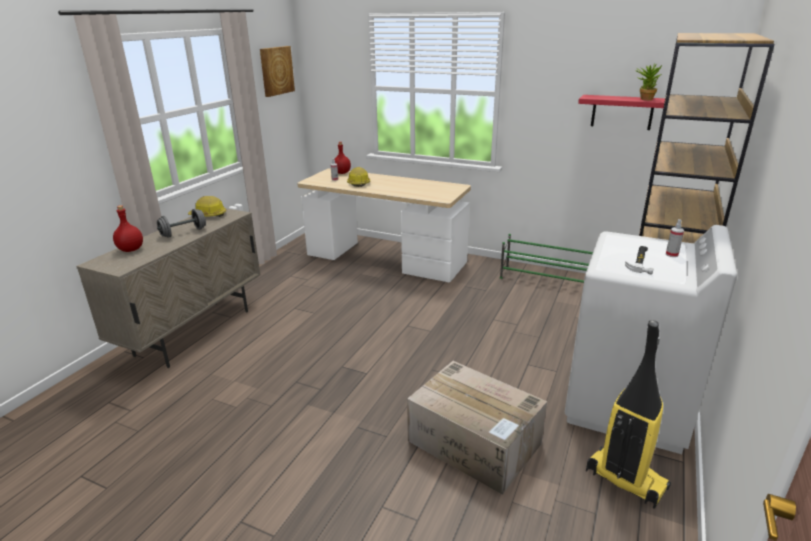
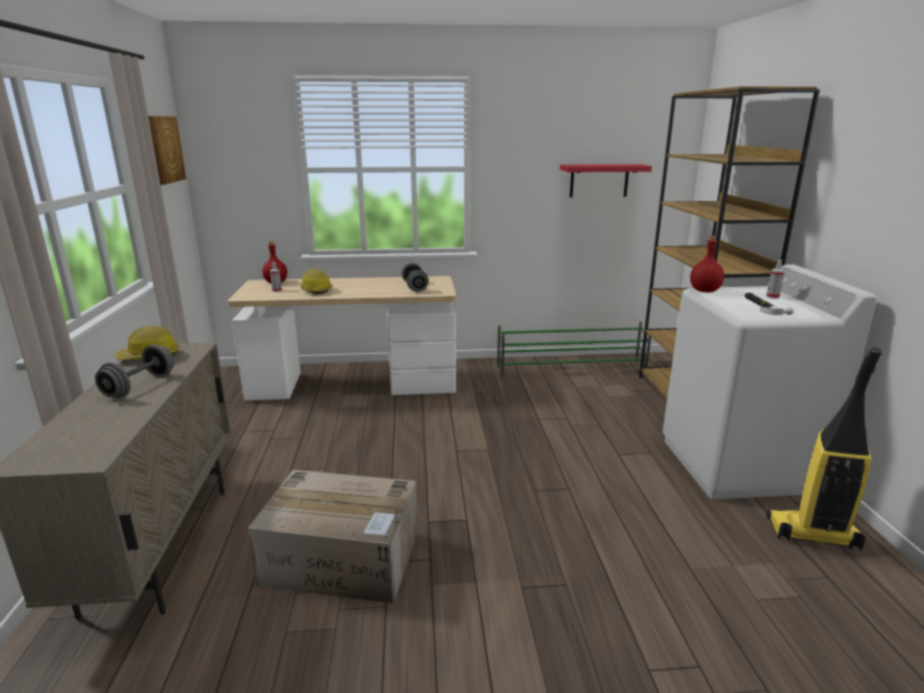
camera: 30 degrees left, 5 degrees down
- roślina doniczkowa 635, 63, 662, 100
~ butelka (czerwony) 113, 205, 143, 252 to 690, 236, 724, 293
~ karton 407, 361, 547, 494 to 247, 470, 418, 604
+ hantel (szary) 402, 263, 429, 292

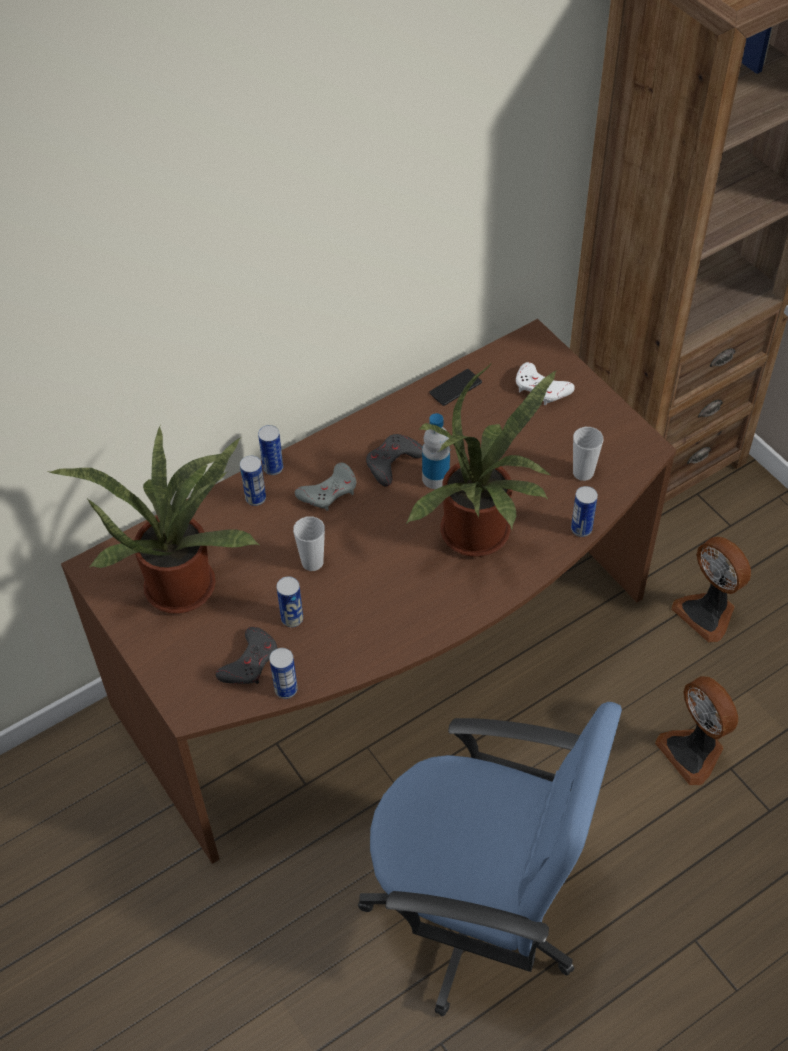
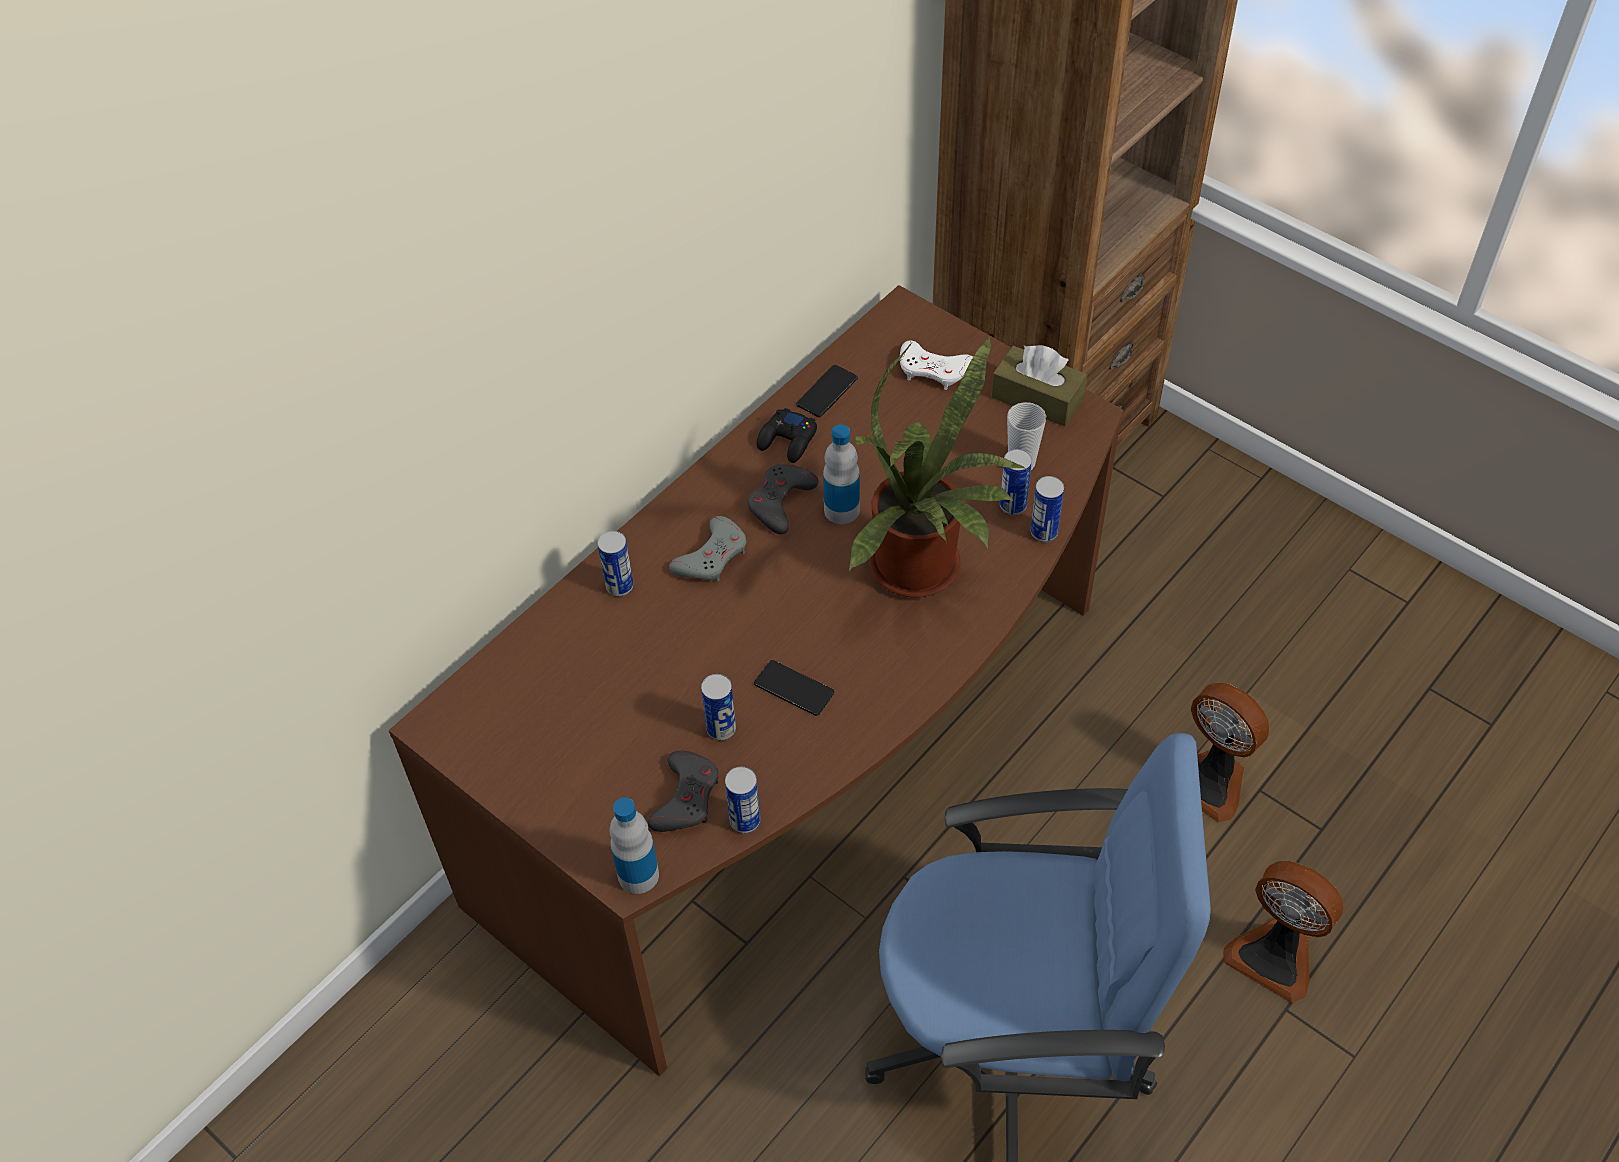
camera: 15 degrees left, 0 degrees up
~ puszka 258, 425, 283, 475 to 1000, 449, 1032, 515
- roślina doniczkowa 48, 426, 259, 614
- filiżanka 293, 516, 325, 571
~ wentylator 671, 536, 751, 642 to 1223, 861, 1343, 1003
+ pudełko chusteczek (brązowy) 991, 345, 1087, 426
+ pad do gier (czarny) 757, 408, 817, 463
+ telefon 754, 660, 834, 716
+ butelka 610, 797, 659, 894

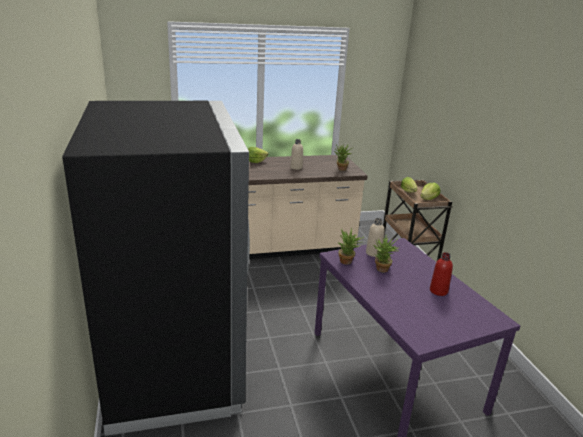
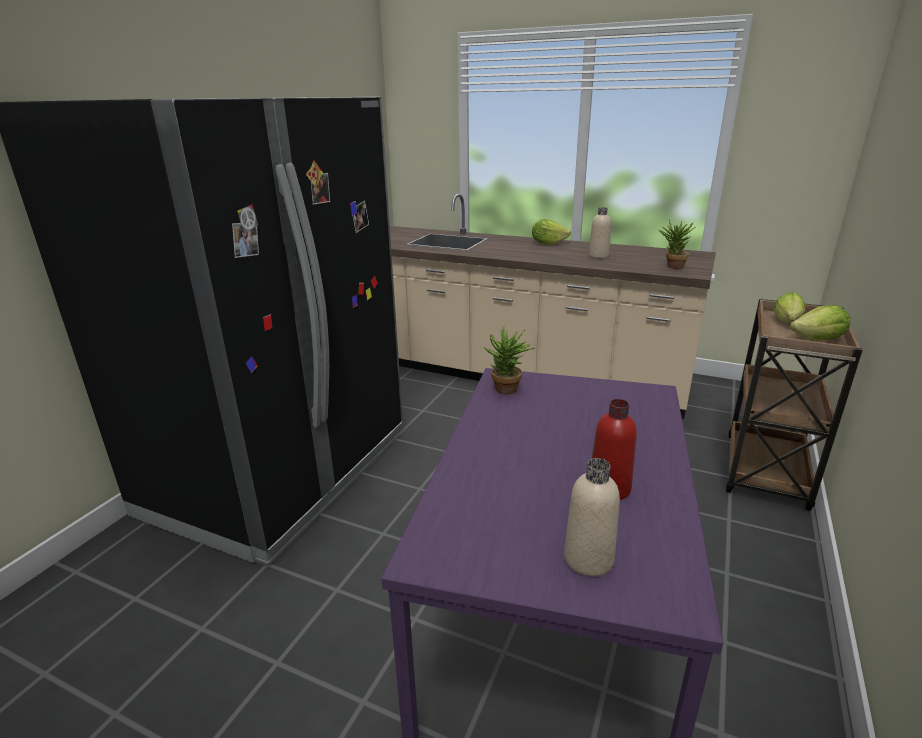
camera: 40 degrees right, 0 degrees up
~ butelka (beżowy) 366, 218, 385, 257 to 564, 458, 620, 577
- roślina doniczkowa 374, 235, 400, 272

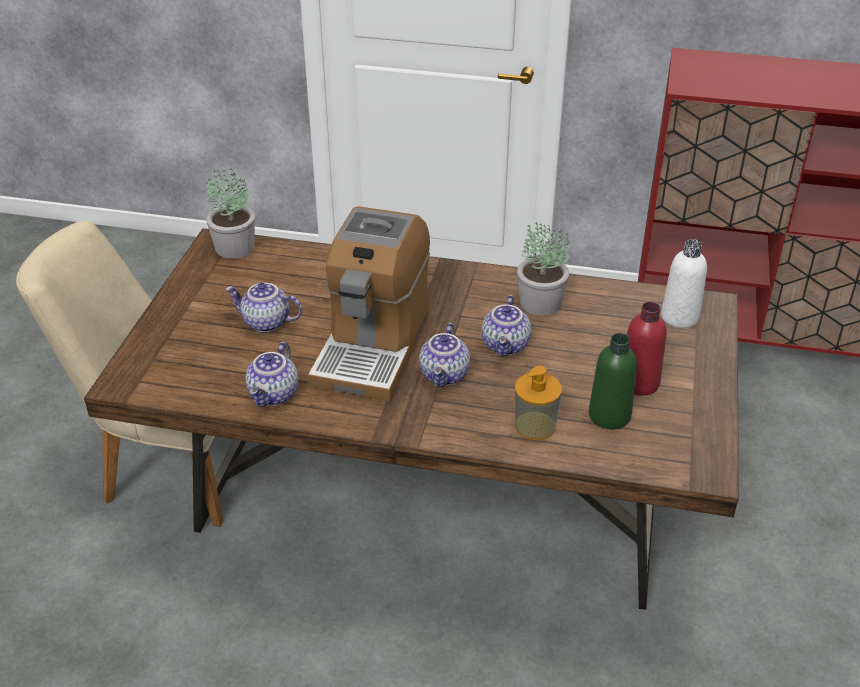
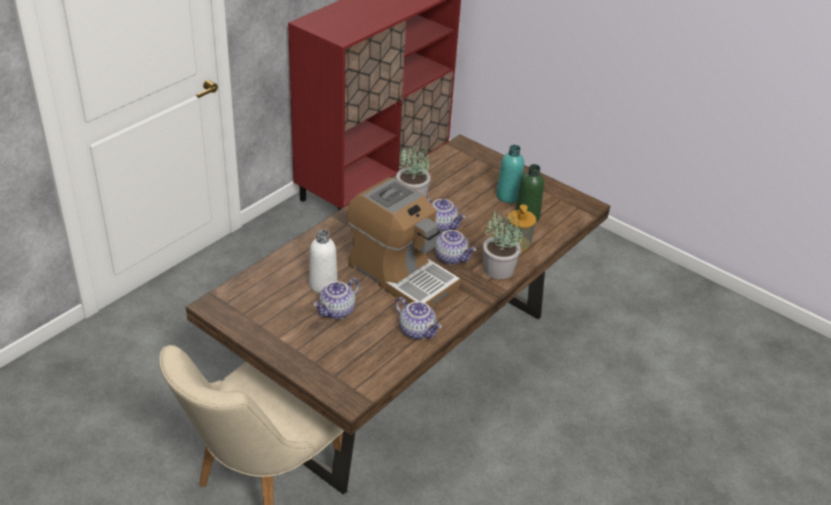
camera: 65 degrees left, 0 degrees up
~ roślina doniczkowa 205, 164, 255, 259 to 483, 210, 523, 279
~ butelka (biały) 661, 239, 707, 328 to 309, 230, 338, 293
~ butelka (czerwony) 627, 302, 667, 396 to butelka (turkusowy) 496, 145, 524, 203

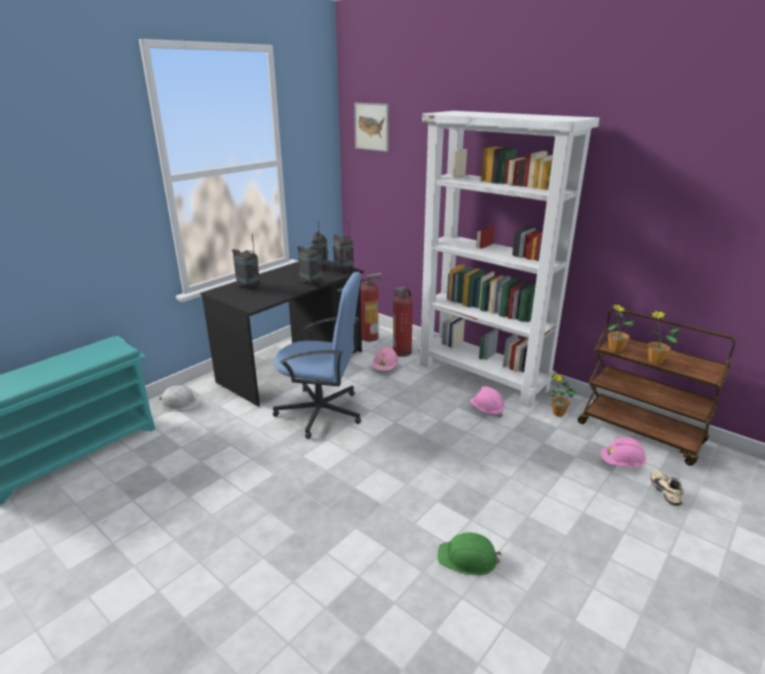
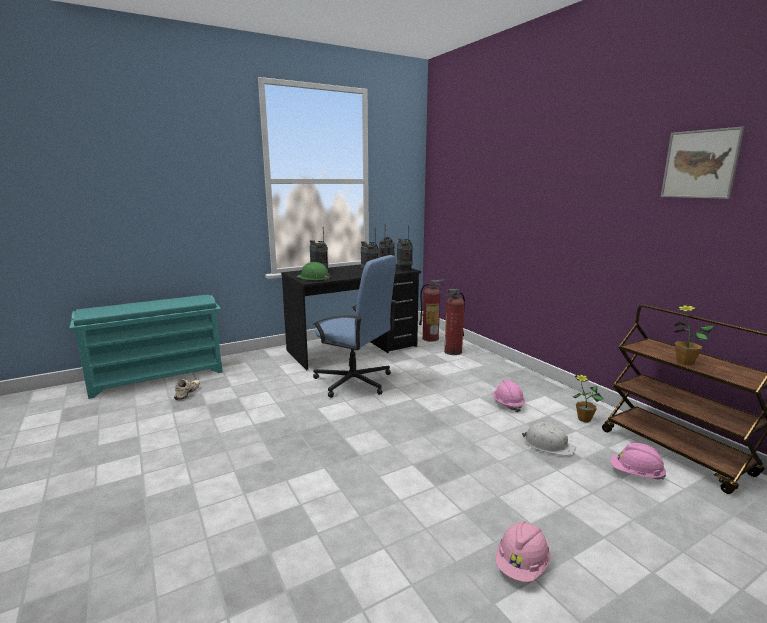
camera: 20 degrees right, 10 degrees down
~ obraz 354, 103, 389, 152 to 661, 127, 745, 199
- regał (biały) 418, 111, 600, 408
- roślina doniczkowa 607, 304, 635, 353
~ kask (różowy) 373, 347, 399, 371 to 495, 521, 550, 582
~ kask (biały) 159, 386, 202, 410 to 522, 422, 576, 456
~ but (beżowy) 650, 470, 684, 506 to 174, 379, 200, 400
~ kask (zielony) 438, 532, 502, 575 to 296, 262, 331, 280

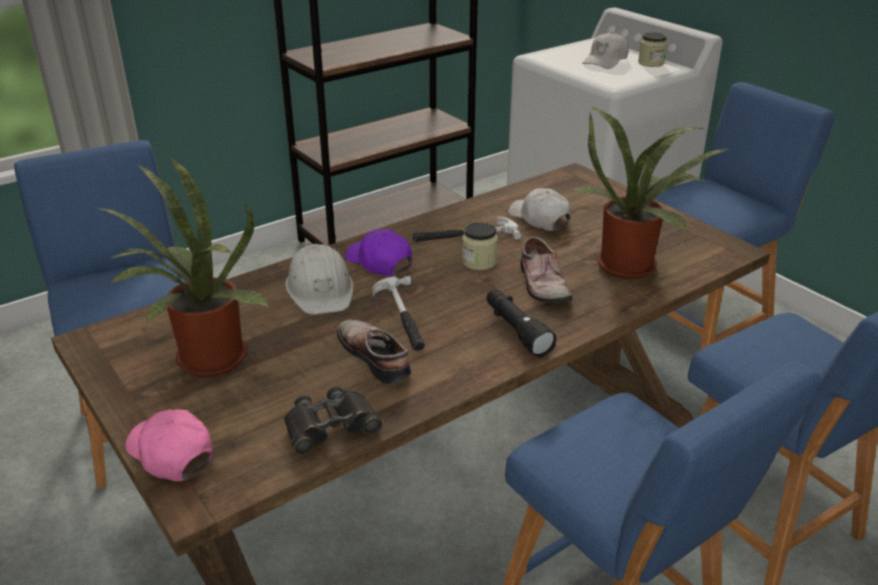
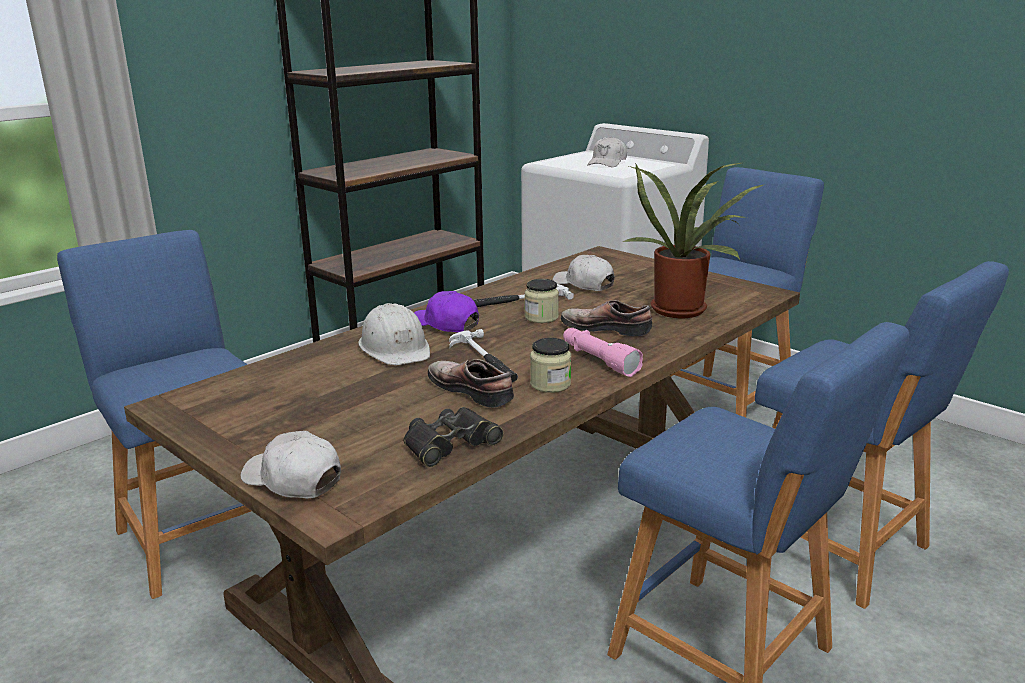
camera: 10 degrees left, 10 degrees down
~ słoik 638, 33, 667, 67 to 530, 338, 571, 393
- roślina doniczkowa 95, 158, 270, 377
~ but 520, 237, 572, 303 = 561, 300, 652, 336 135 degrees clockwise
~ latarka (czarny) 487, 289, 556, 357 to latarka (różowy) 563, 328, 643, 377
~ czapka z daszkiem (różowy) 125, 409, 213, 481 to czapka z daszkiem (biały) 241, 431, 341, 499

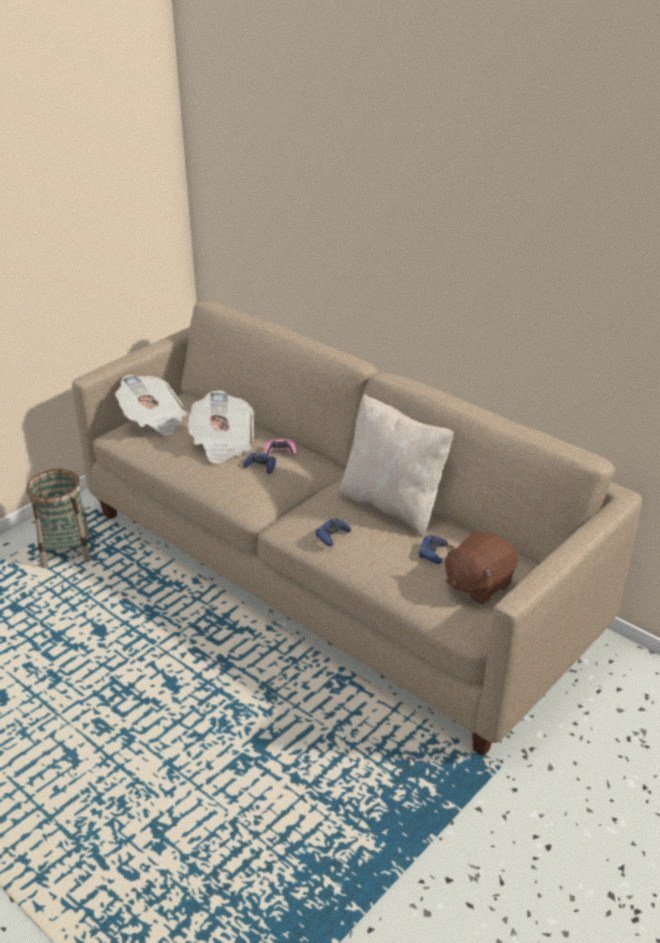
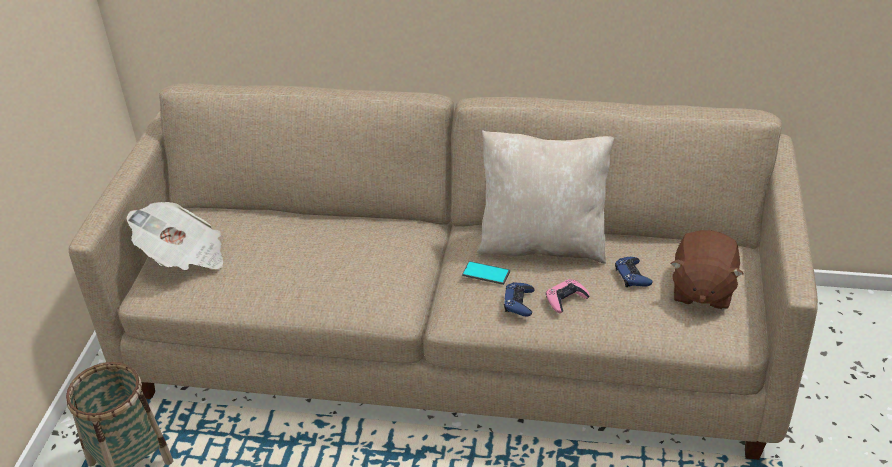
camera: 30 degrees left, 5 degrees up
- gazeta 187, 391, 254, 464
~ pad do gier (różowy) 264, 439, 296, 456 to 546, 279, 590, 313
- pad do gier (niebieski) 243, 453, 276, 474
+ telefon 462, 261, 510, 285

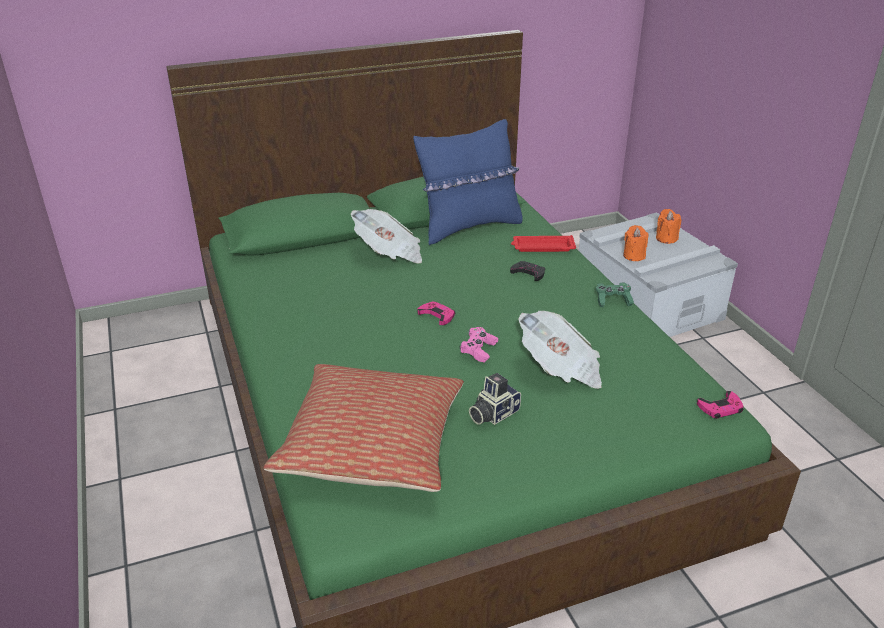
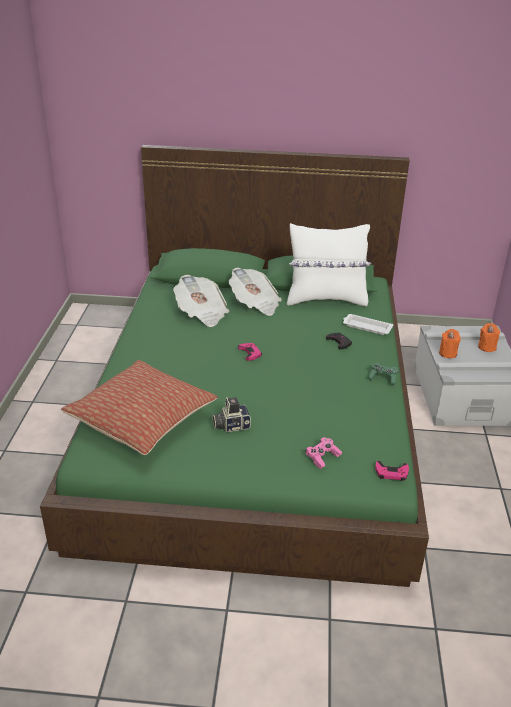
camera: 25 degrees right, 0 degrees up
~ poduszka (niebieski) 413, 119, 523, 245 to poduszka (biały) 287, 223, 372, 306
~ taca (czerwony) 511, 235, 576, 252 to taca (biały) 343, 314, 393, 335
~ gazeta 518, 311, 602, 389 to 173, 275, 229, 327
~ pad do gier (różowy) 460, 327, 498, 363 to 305, 437, 342, 469

